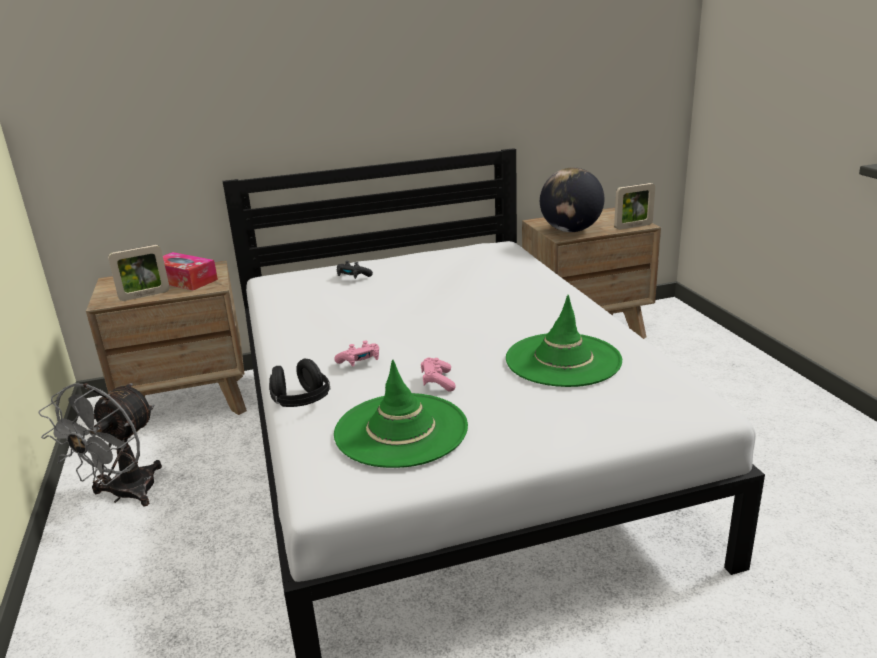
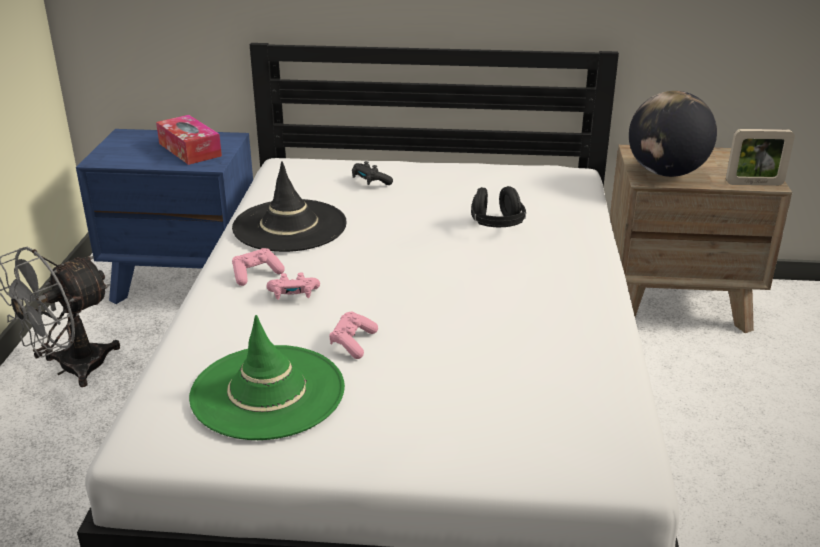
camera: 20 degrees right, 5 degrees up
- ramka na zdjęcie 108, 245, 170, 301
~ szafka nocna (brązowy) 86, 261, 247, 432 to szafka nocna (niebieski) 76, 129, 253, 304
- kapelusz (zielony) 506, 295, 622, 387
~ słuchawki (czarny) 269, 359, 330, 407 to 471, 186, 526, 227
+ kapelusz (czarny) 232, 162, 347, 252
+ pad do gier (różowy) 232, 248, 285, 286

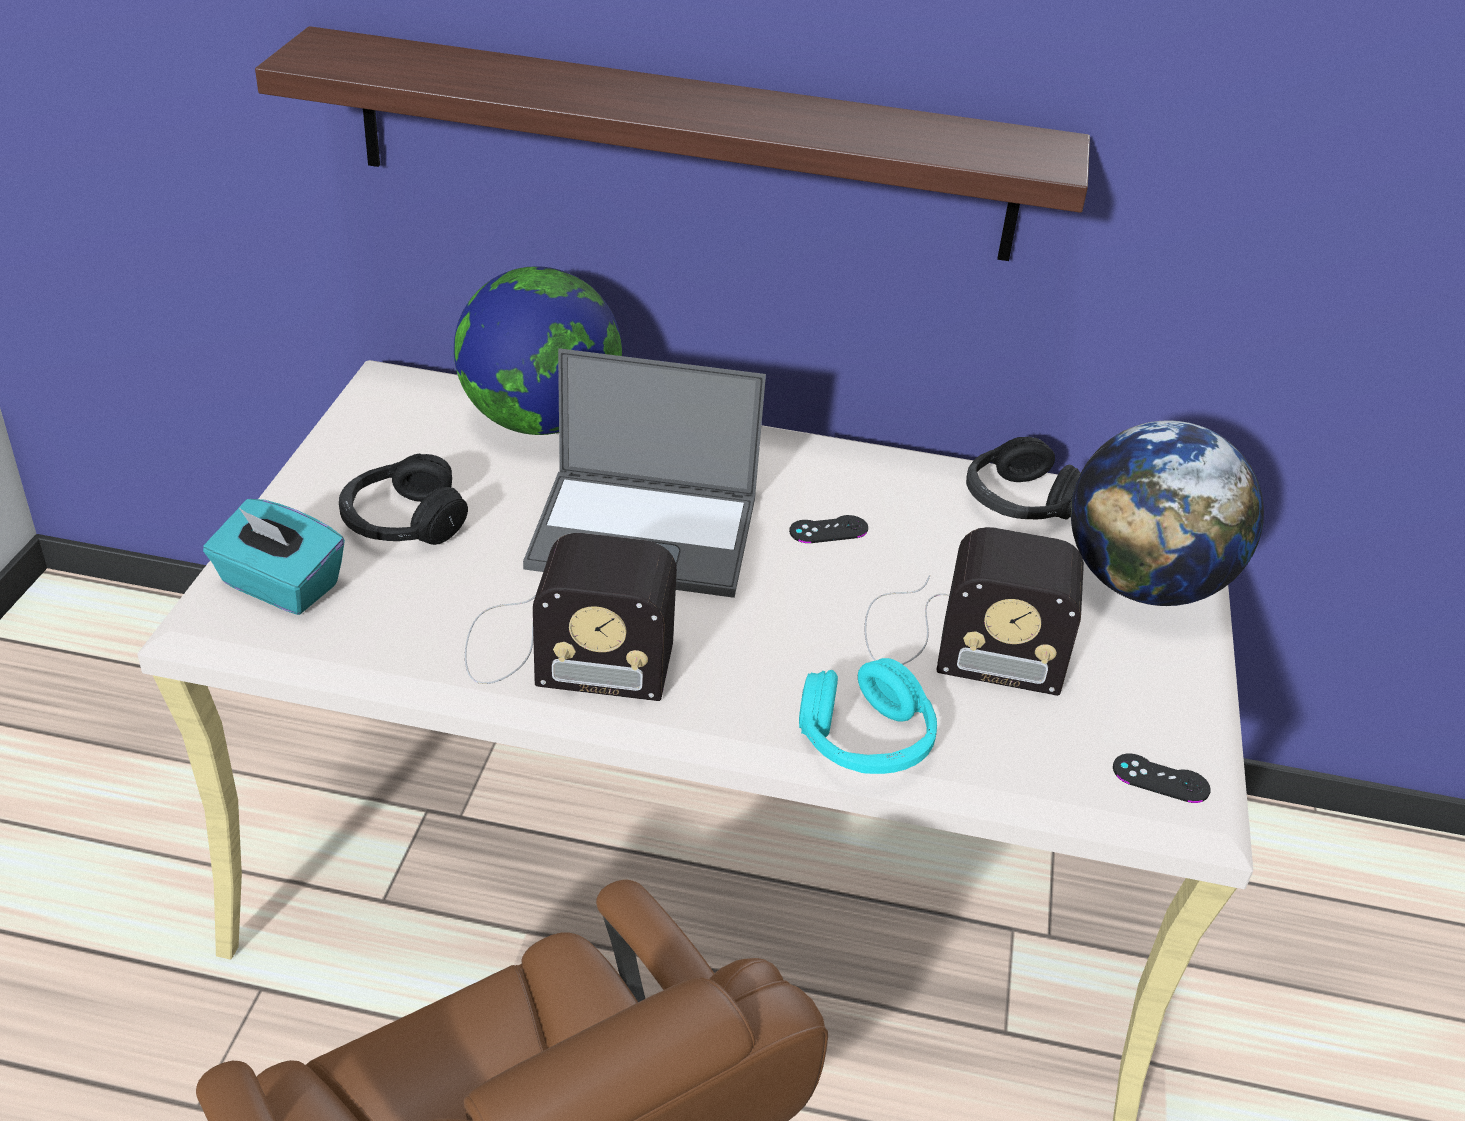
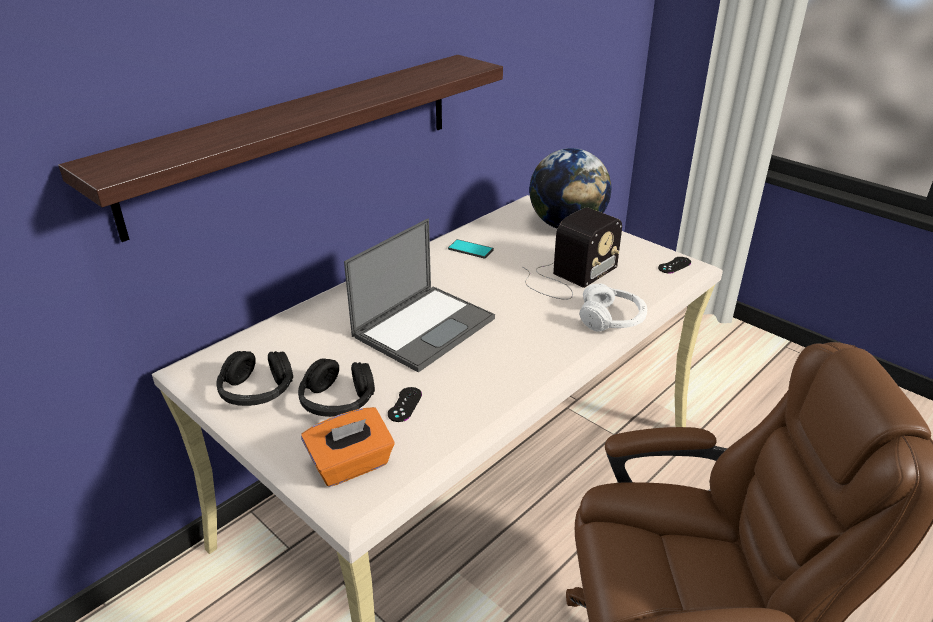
camera: 55 degrees left, 5 degrees down
- globus 454, 266, 622, 435
~ słuchawki (czarny) 966, 437, 1081, 520 to 216, 351, 293, 406
~ pudełko chusteczek (turkusowy) 203, 499, 345, 615 to pudełko chusteczek (pomarańczowy) 301, 407, 395, 487
~ pad do gier (czarny) 789, 515, 868, 543 to 388, 387, 422, 422
- radio 465, 533, 677, 701
~ słuchawki (turkusowy) 799, 658, 937, 774 to słuchawki (biały) 580, 283, 647, 332
+ telefon 448, 239, 494, 259

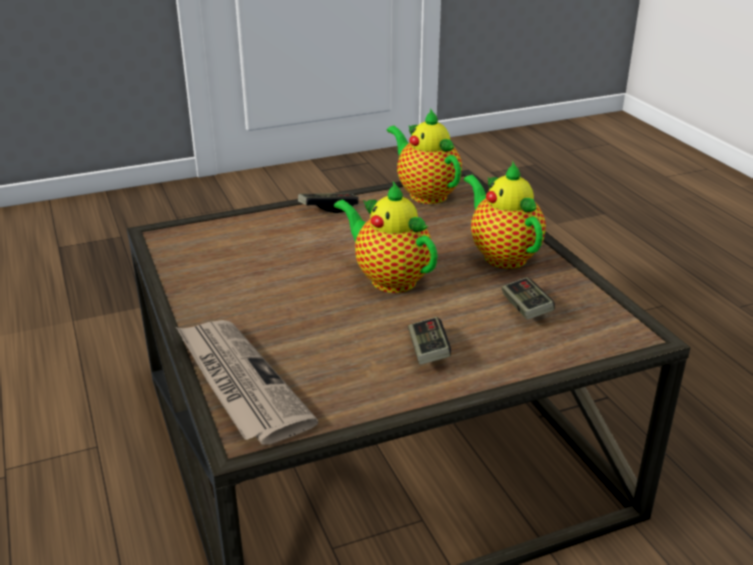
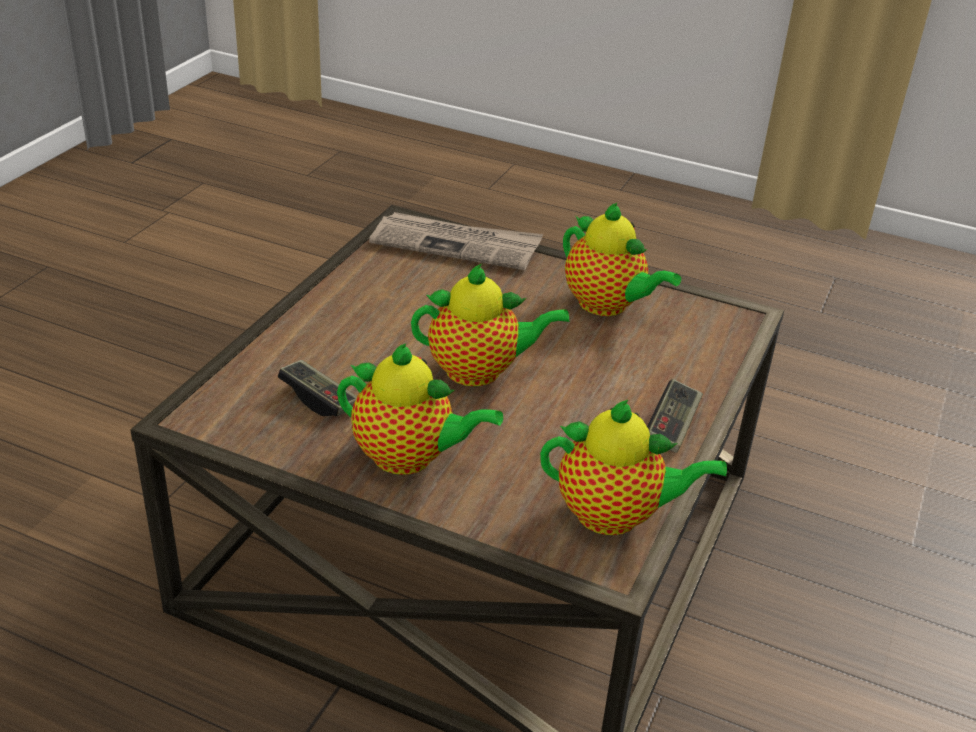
camera: 135 degrees right, 5 degrees up
- pad do gier 408, 317, 451, 365
+ imbryk 563, 203, 681, 316

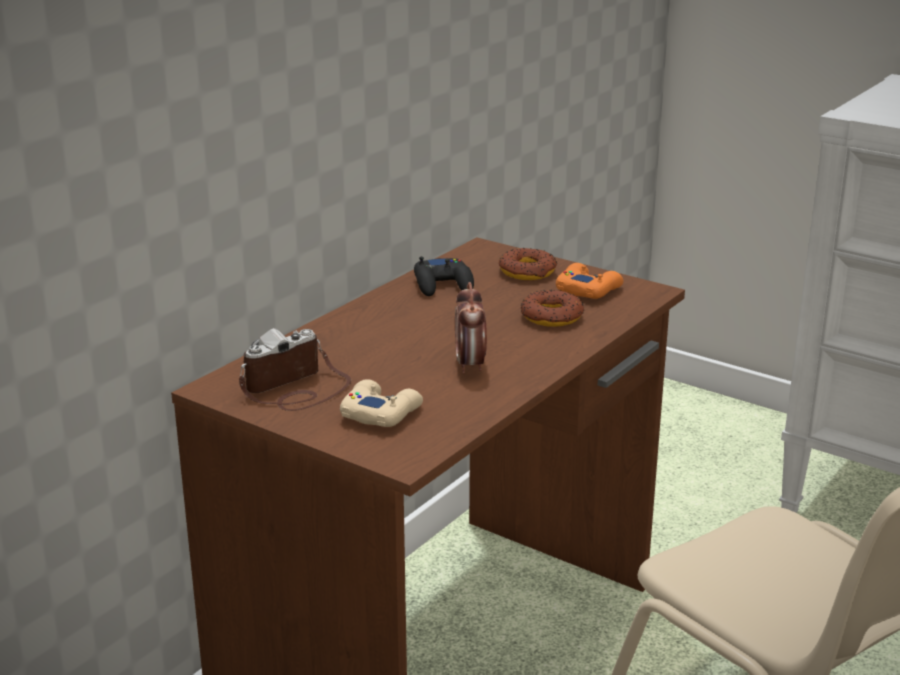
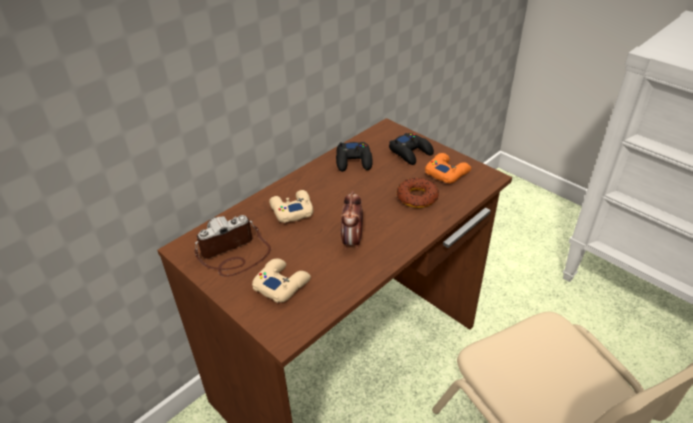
camera: 10 degrees right, 15 degrees up
~ donut 499, 248, 557, 280 to pad do gier (czarny) 389, 133, 434, 165
+ pad do gier (beżowy) 269, 190, 313, 223

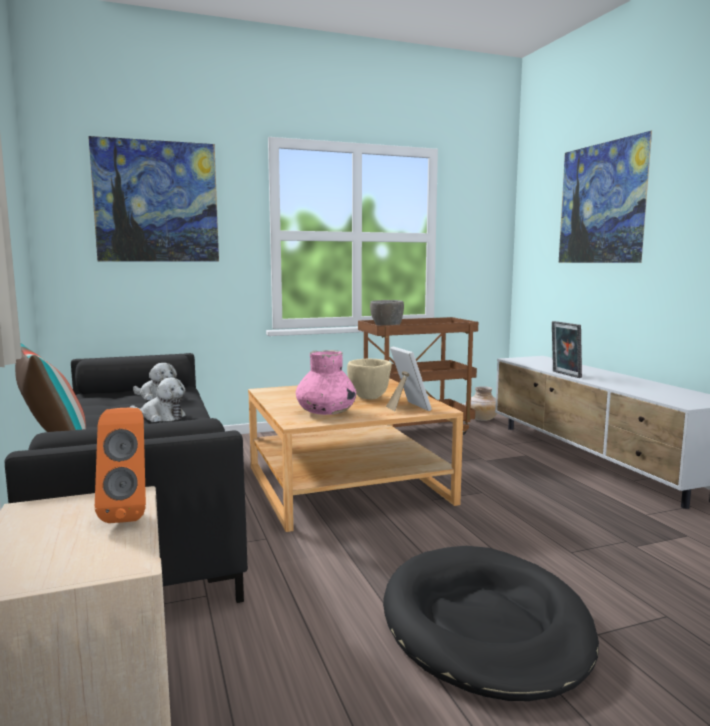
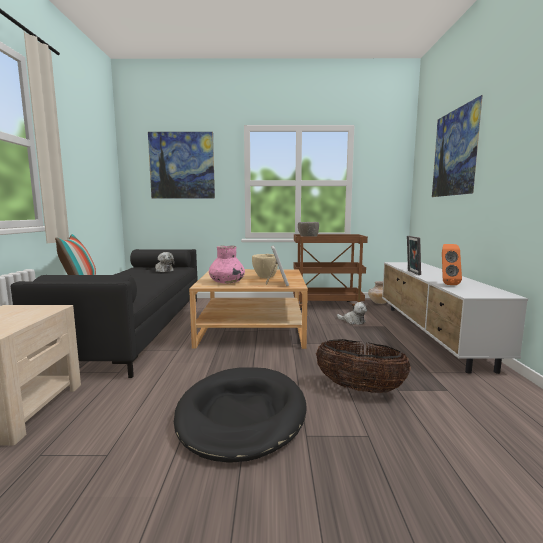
camera: 20 degrees right, 0 degrees up
~ pluszak 129, 377, 186, 422 to 337, 302, 367, 325
~ głośnik (pomarańczowy) 95, 408, 146, 523 to 442, 244, 462, 285
+ koszyk 316, 339, 411, 393

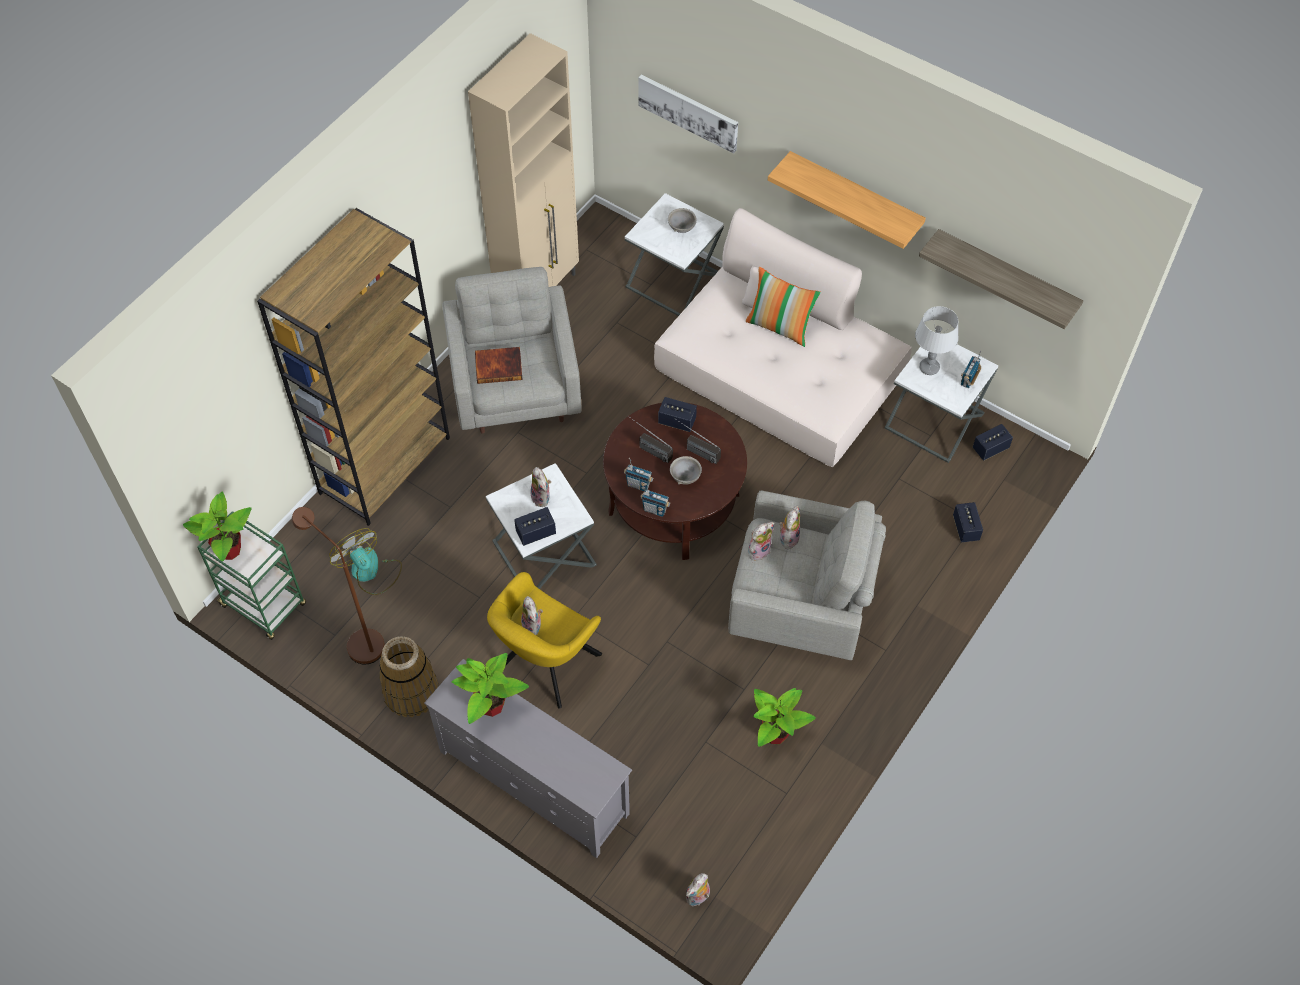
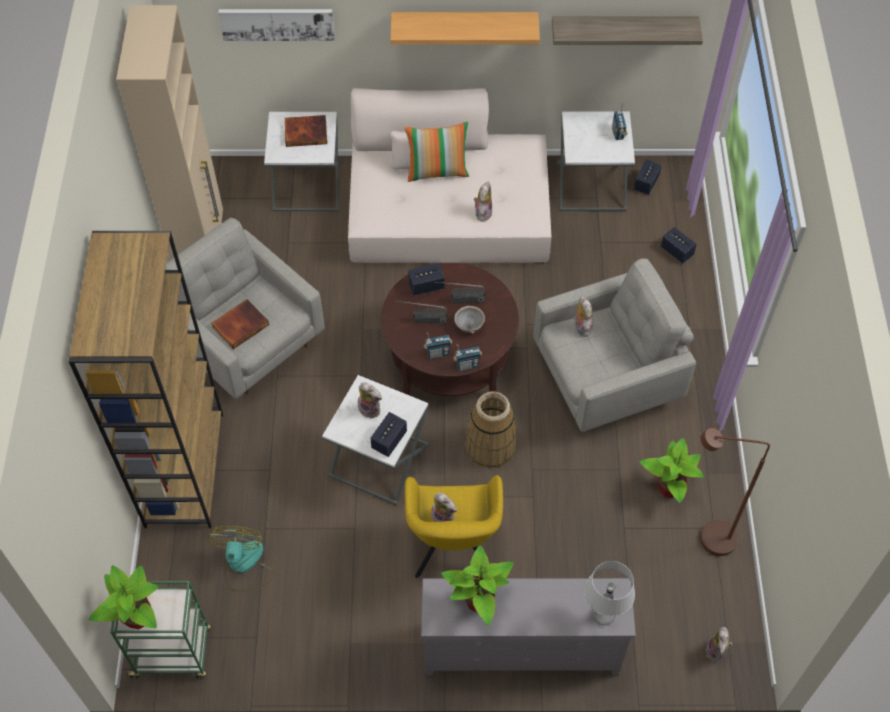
camera: 35 degrees left, 0 degrees up
~ miska (szary) 668, 208, 697, 233 to książka 285, 115, 327, 147
~ lampa stołowa (szary) 915, 306, 959, 375 to 584, 561, 635, 626
~ lampa stojąca (brązowy) 292, 507, 385, 664 to 701, 428, 770, 556
~ pluszak 748, 522, 774, 560 to 474, 182, 492, 222
~ wentylator 329, 528, 402, 595 = 208, 526, 275, 592 75 degrees clockwise
~ koszyk 379, 636, 439, 717 to 465, 391, 517, 469

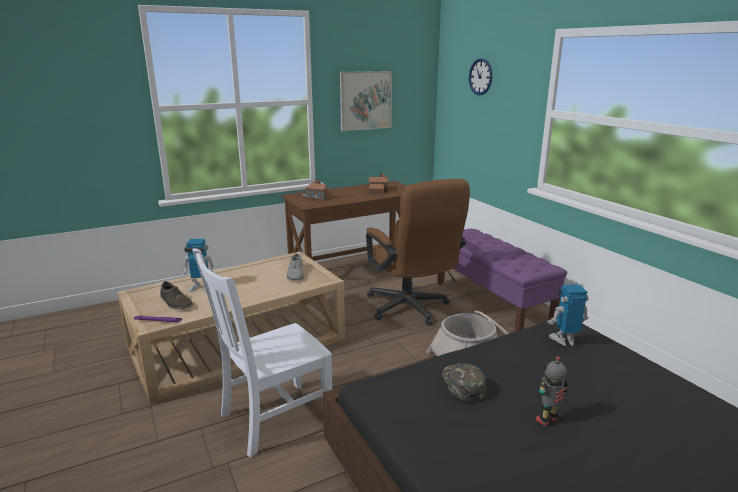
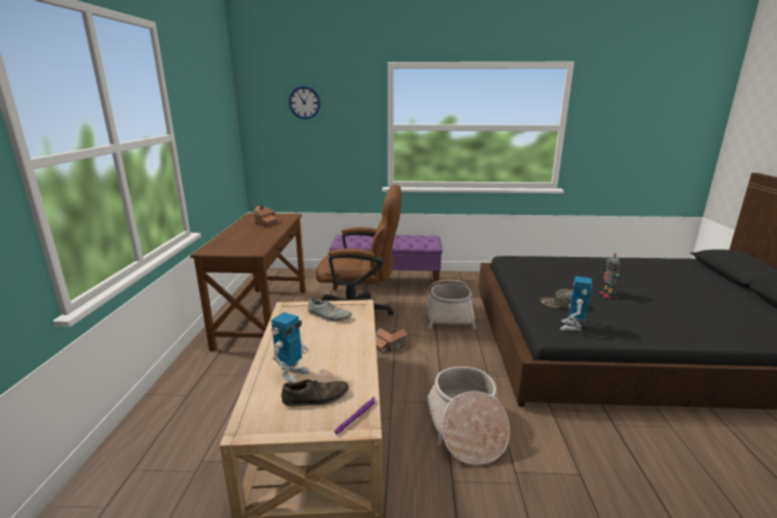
camera: 60 degrees left, 0 degrees up
- obraz 340, 71, 392, 131
~ domek 302, 180, 328, 200 to 376, 327, 407, 353
~ krzesło (biały) 193, 248, 332, 458 to koszyk 425, 367, 510, 465
~ robot zabawkowy 547, 284, 589, 346 to 560, 276, 592, 331

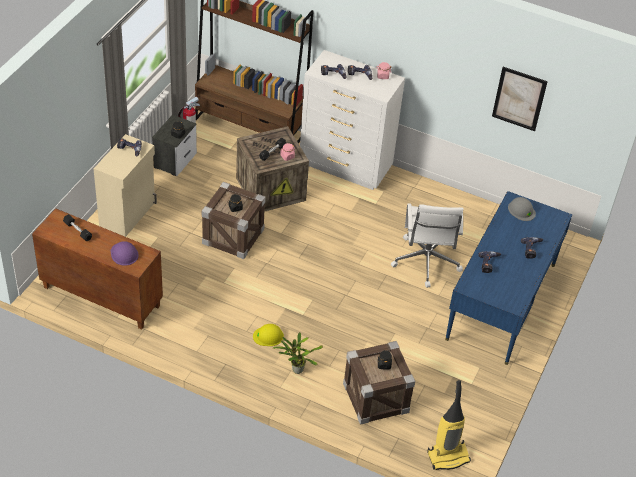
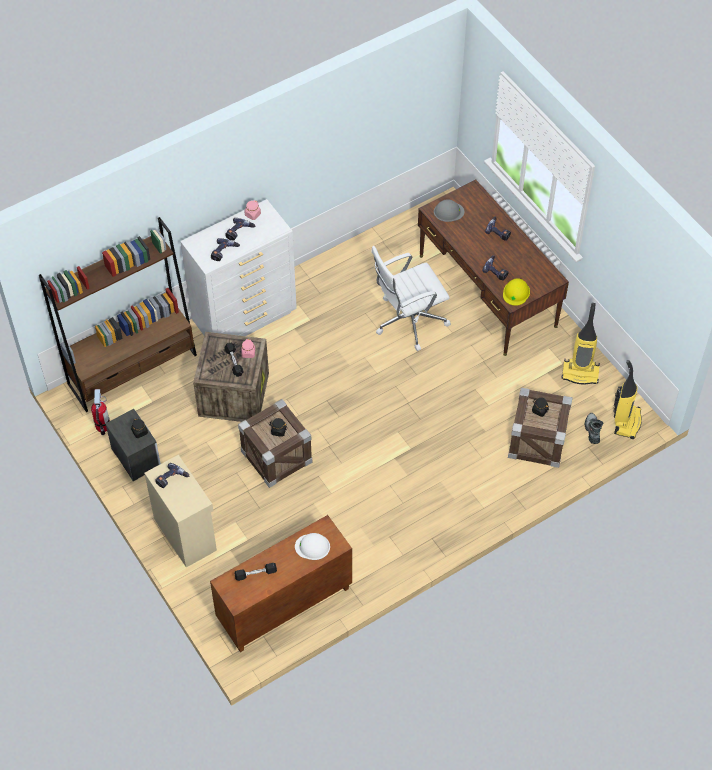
camera: 55 degrees left, 10 degrees up
- obraz 492, 67, 548, 131
~ biurko (niebieski) 445, 191, 572, 365 to biurko (brązowy) 418, 180, 569, 356
~ krzesło biurowe (biały) 391, 203, 463, 288 = 371, 246, 451, 351 120 degrees clockwise
~ kask (fioletowy) 111, 241, 139, 266 to kask (biały) 295, 533, 330, 560
~ kask (żółty) 253, 324, 284, 346 to 503, 278, 530, 306
- roślina doniczkowa 273, 332, 323, 374
+ odkurzacz 561, 303, 600, 385
+ but z cholewką 585, 413, 603, 444

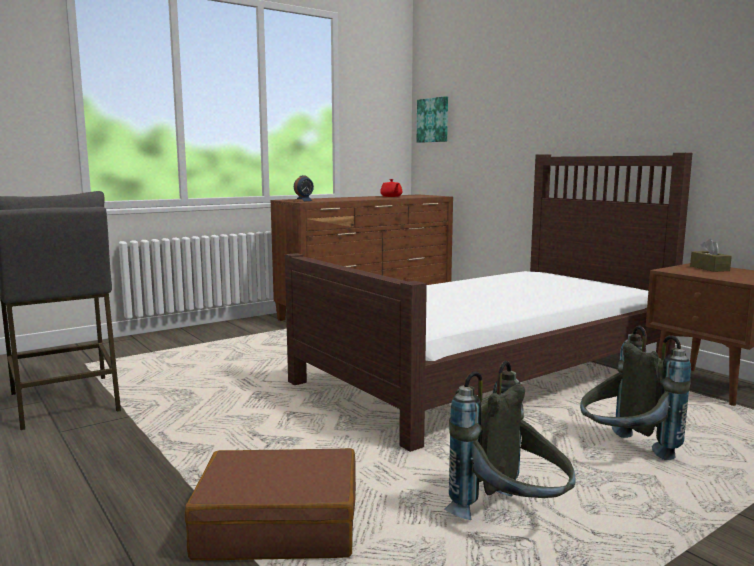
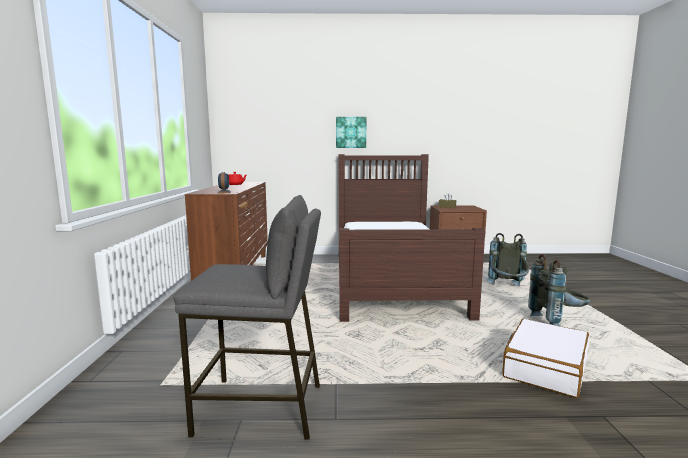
camera: 55 degrees left, 0 degrees up
~ obraz 417, 96, 448, 143 to 336, 117, 367, 148
~ walizka (brązowy) 185, 448, 356, 560 to walizka (biały) 503, 319, 589, 398

